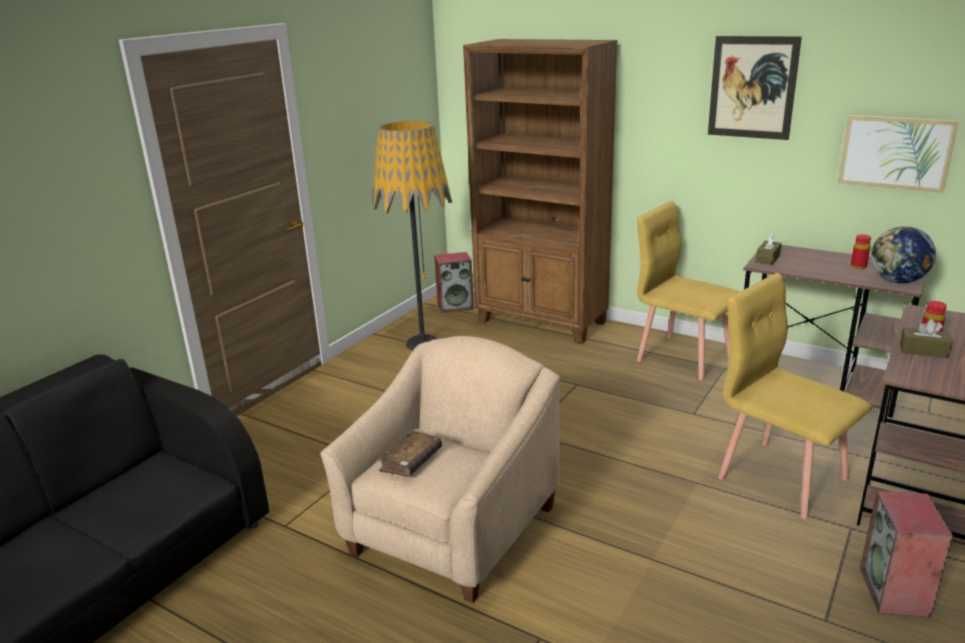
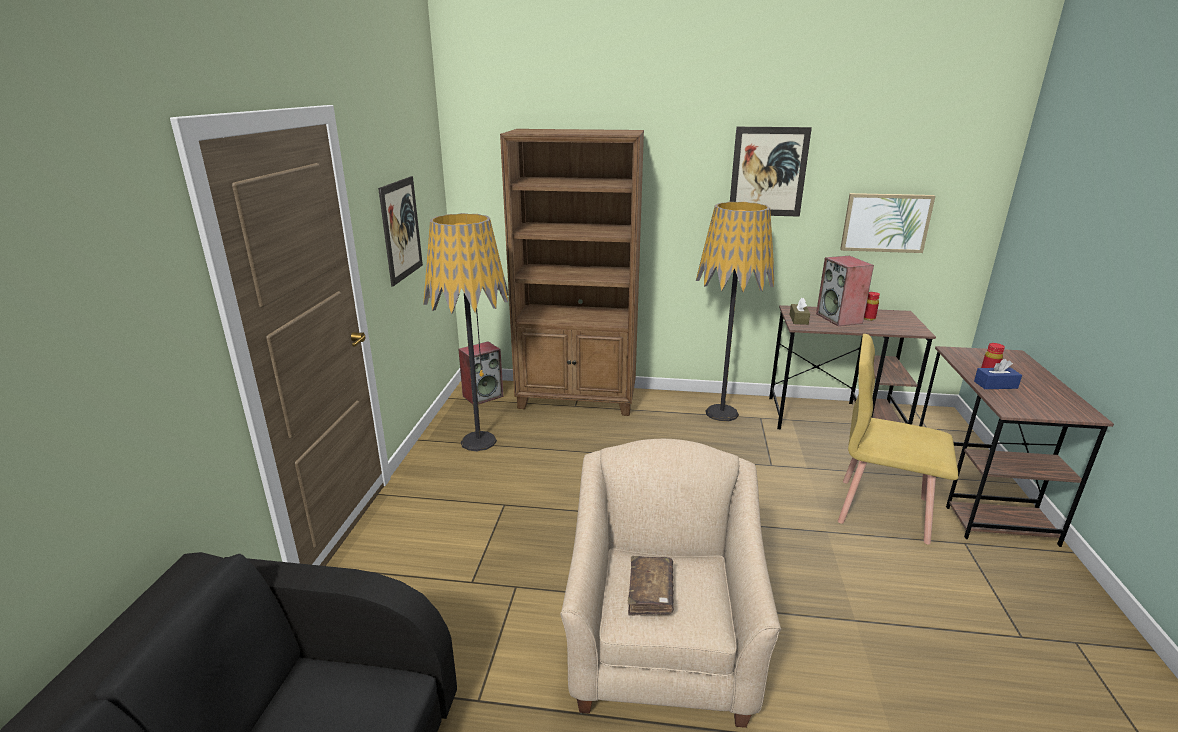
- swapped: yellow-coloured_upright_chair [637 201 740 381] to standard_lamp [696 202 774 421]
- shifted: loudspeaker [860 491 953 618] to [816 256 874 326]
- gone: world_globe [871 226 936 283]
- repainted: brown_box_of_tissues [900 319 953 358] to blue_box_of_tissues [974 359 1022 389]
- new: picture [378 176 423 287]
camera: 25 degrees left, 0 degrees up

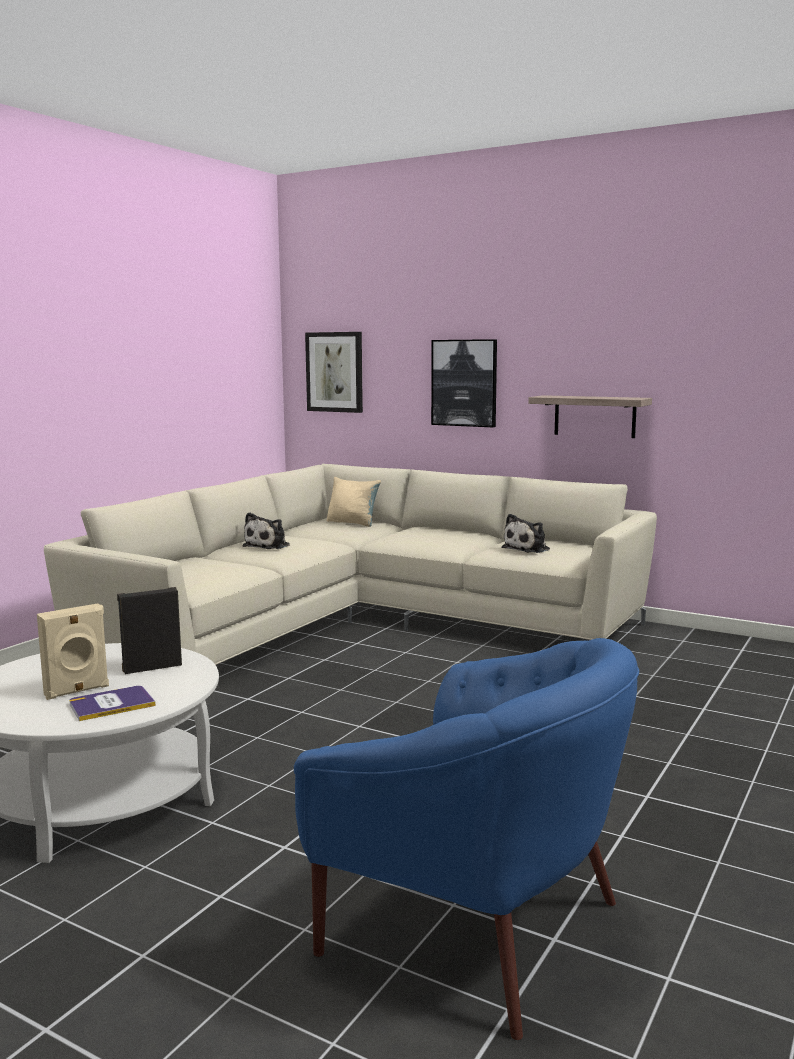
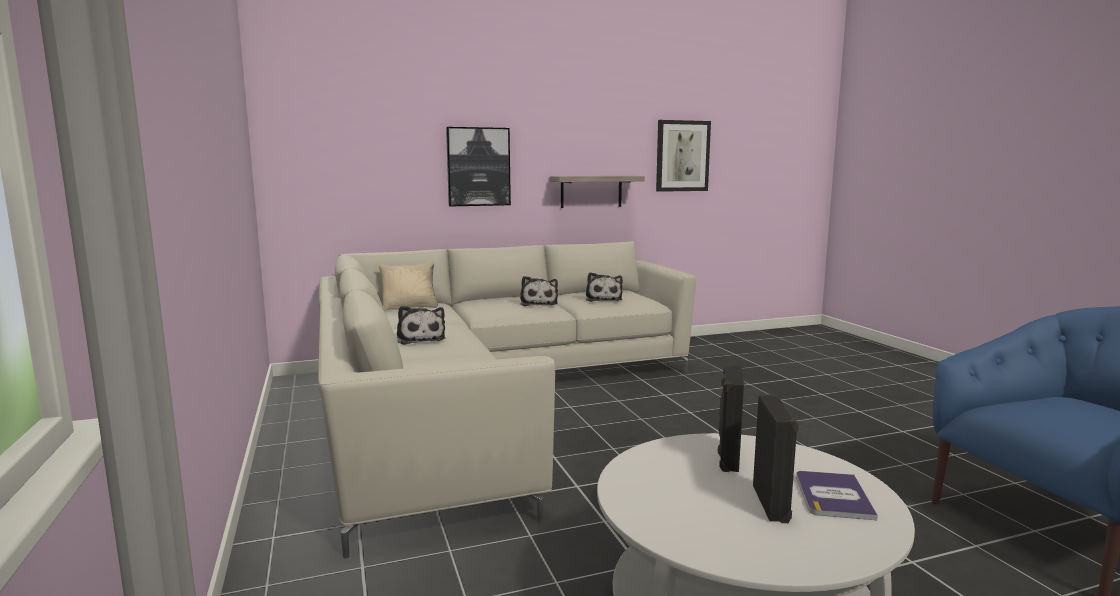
- repainted: beige_loudspeaker [37 603 109 700] to black-coloured_loudspeaker [753 394 799 523]
- shifted: picture [305 332 363 413] to [656 120 711 192]
- new: plush_toy [520 276 558 306]
camera: 50 degrees left, 0 degrees up

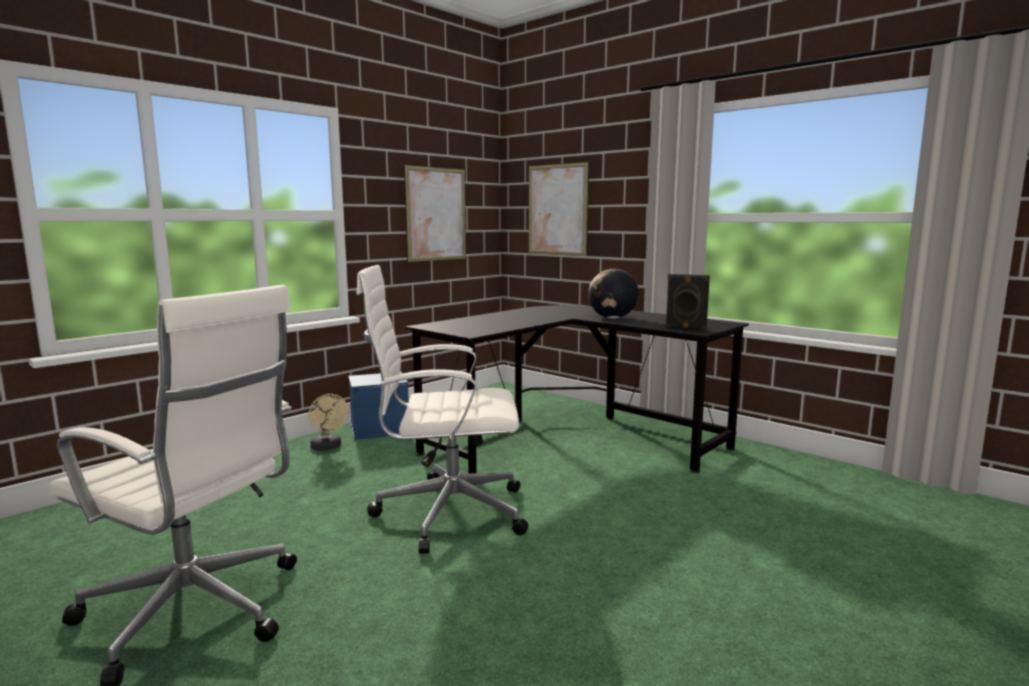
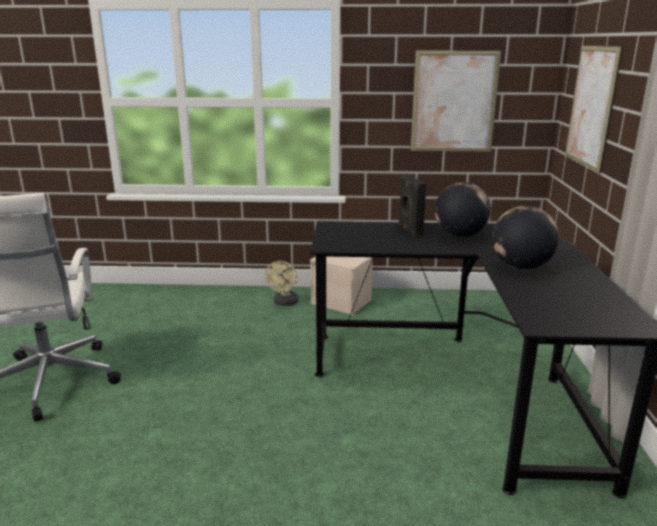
- repainted: blue_storage_box [348 372 409 440] to beige_storage_box [310 256 373 315]
- gone: whitish_desk_chair [356 265 528 554]
- shifted: black-coloured_loudspeaker [665 274 710 331] to [398 175 427 237]
- new: world_globe [435 182 491 237]
camera: 50 degrees right, 10 degrees up

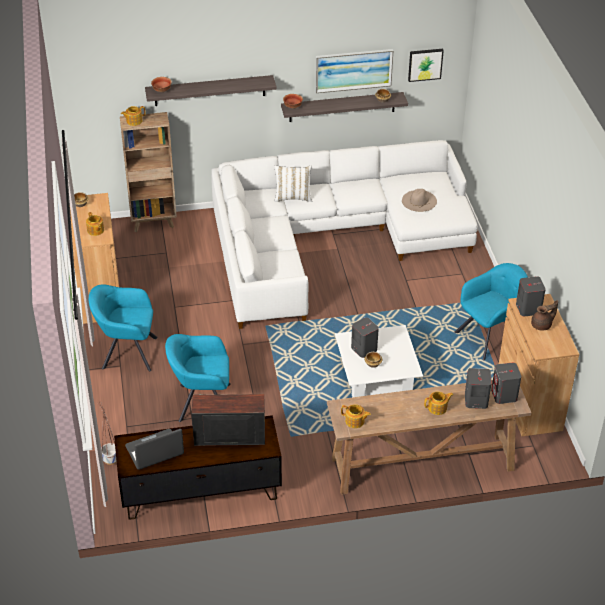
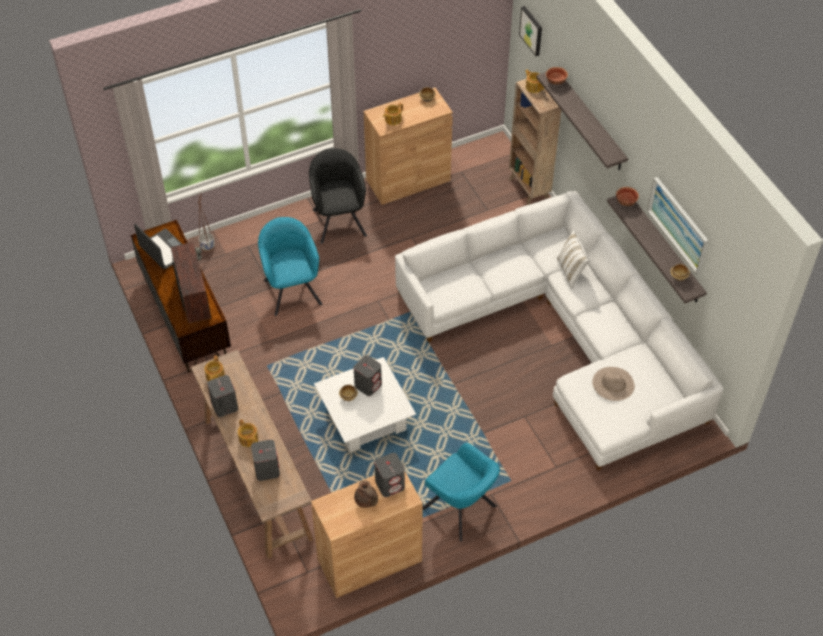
- repainted: turquoise-coloured_lounge_chair [89 284 158 371] to black-coloured_lounge_chair [309 148 367 244]
- shifted: picture [408 49 444 82] to [519 6 542 56]
- shifted: gray_loudspeaker [491 363 521 404] to [207 375 238 417]
camera: 75 degrees right, 10 degrees up

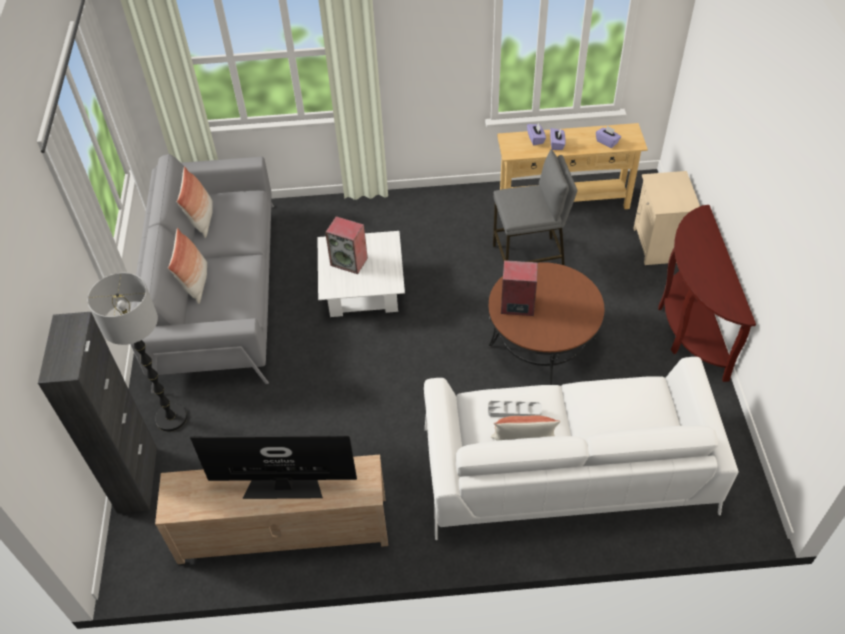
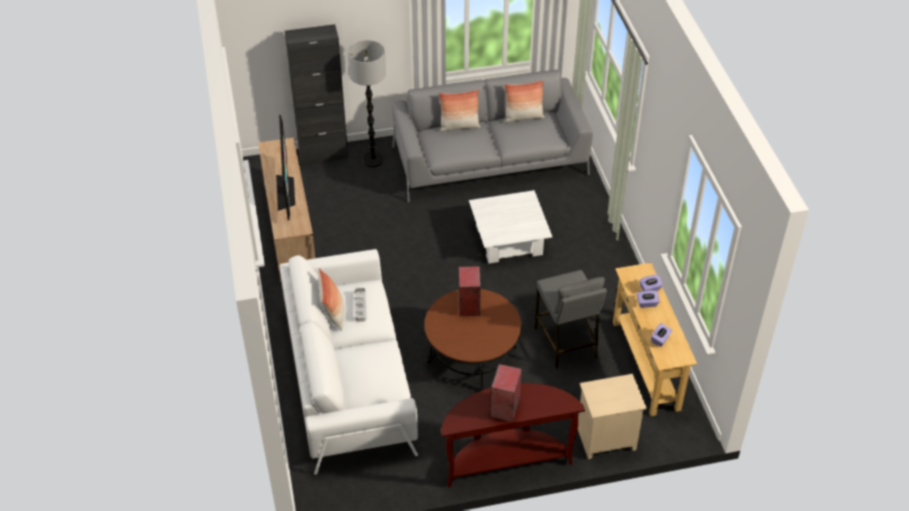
- shifted: loudspeaker [325 216 368 274] to [490 364 522 422]
camera: 80 degrees right, 5 degrees down

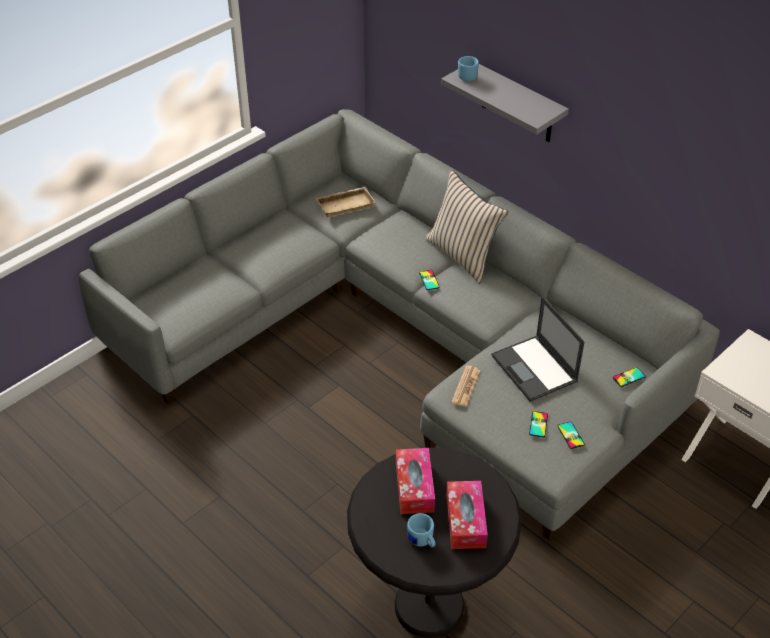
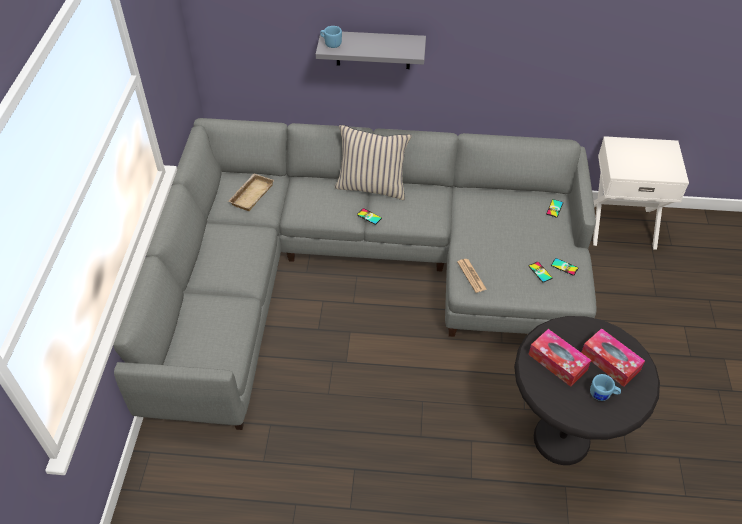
- gone: notebook_computer [492 297 585 402]
camera: 40 degrees left, 5 degrees up

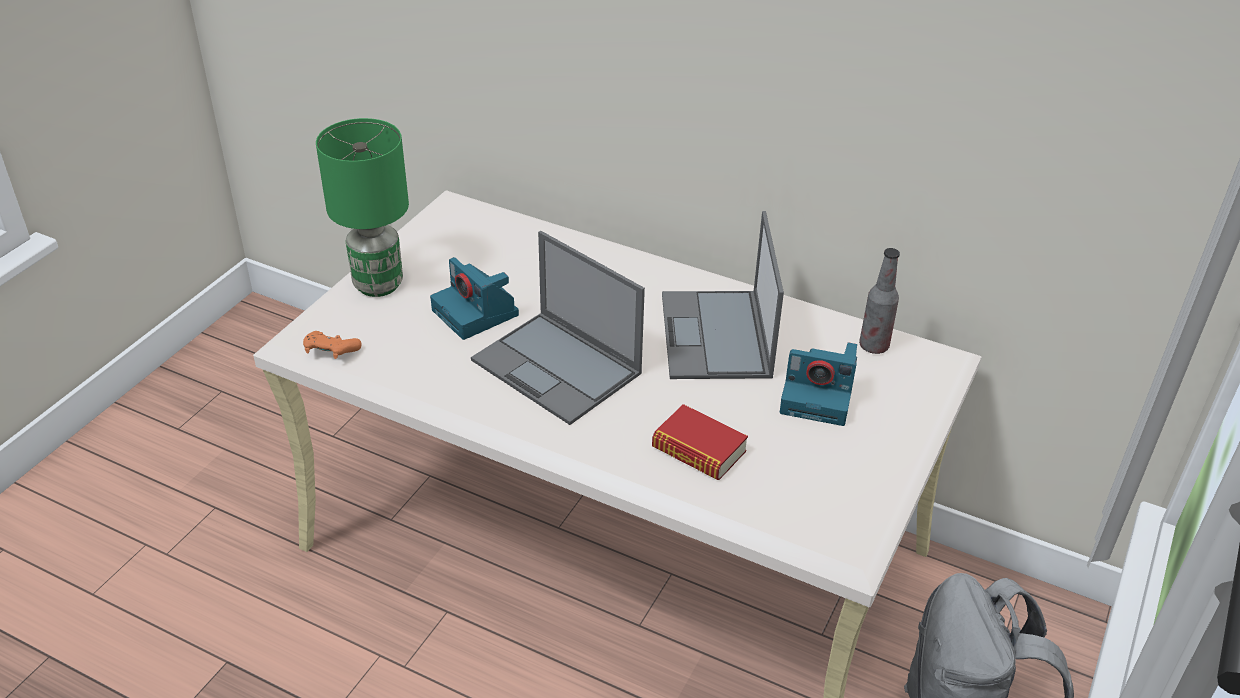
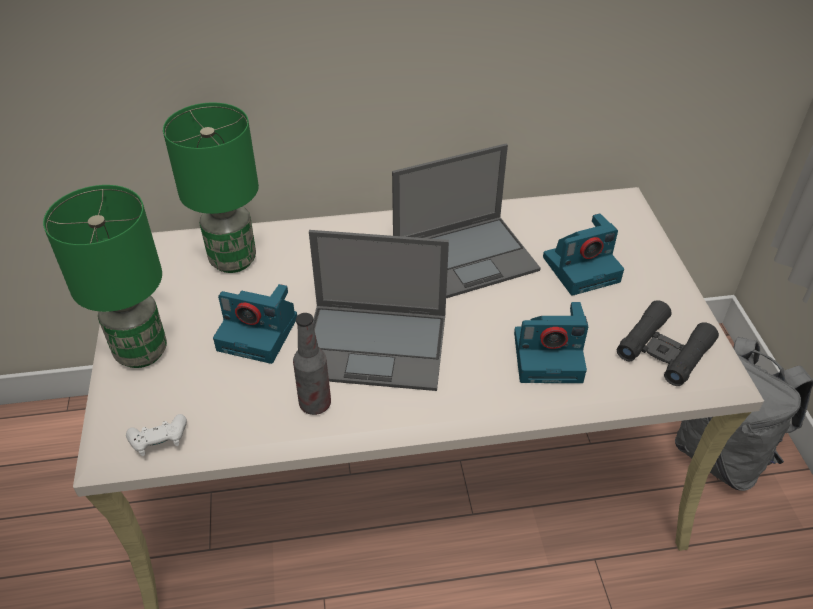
- repainted: orange_joypad [303 331 362 359] to whitish_joypad [126 414 187 456]
- swapped: volume [652 404 748 480] to still_camera [514 302 588 383]
- rotated: notebook_computer [662 211 784 379] = [392 144 541 298] 75 degrees counterclockwise
- shifted: beverage_bottle [859 248 900 354] to [293 313 331 415]
- new: green-coloured_tabletop_lamp [163 102 259 273]
- new: black-coloured_field_glasses [617 300 719 386]
camera: 35 degrees left, 5 degrees up

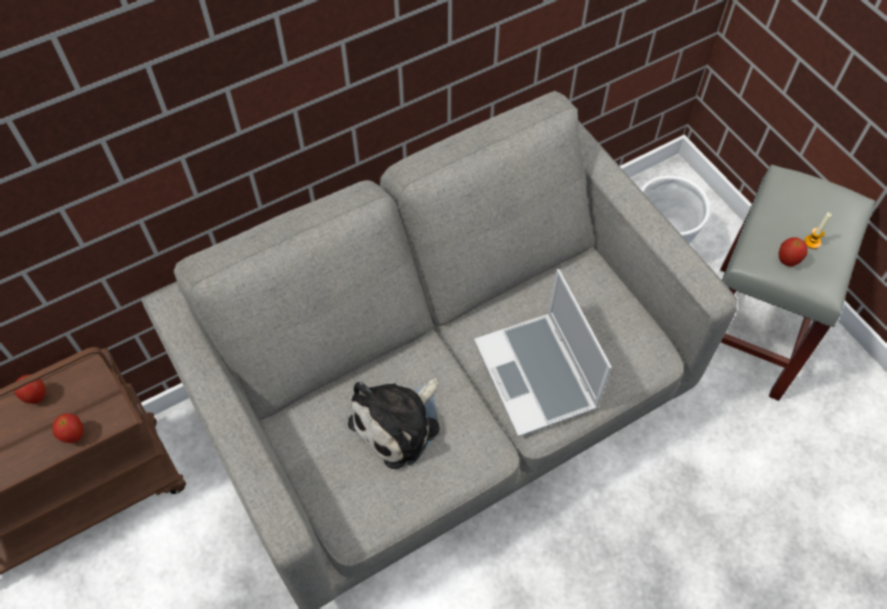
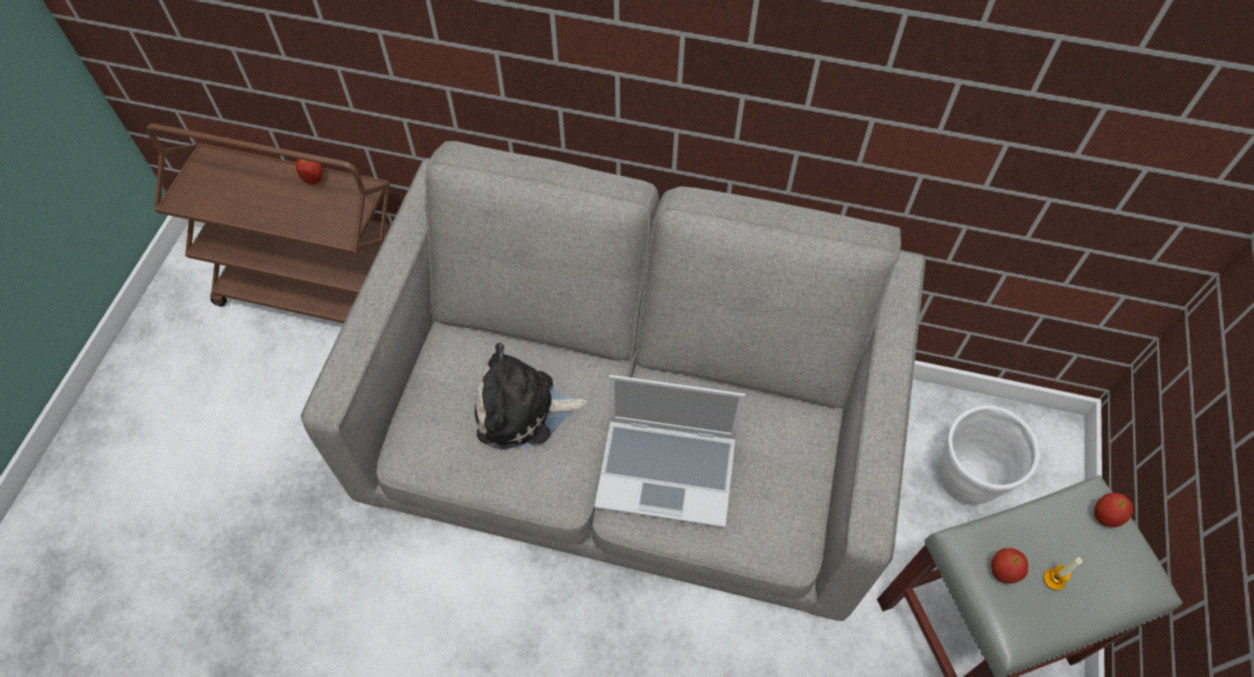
- shifted: apple [52 413 83 443] to [1094 493 1133 527]
- rotated: notebook_computer [474 269 612 437] = [594 375 745 528] 105 degrees counterclockwise
camera: 45 degrees right, 0 degrees up

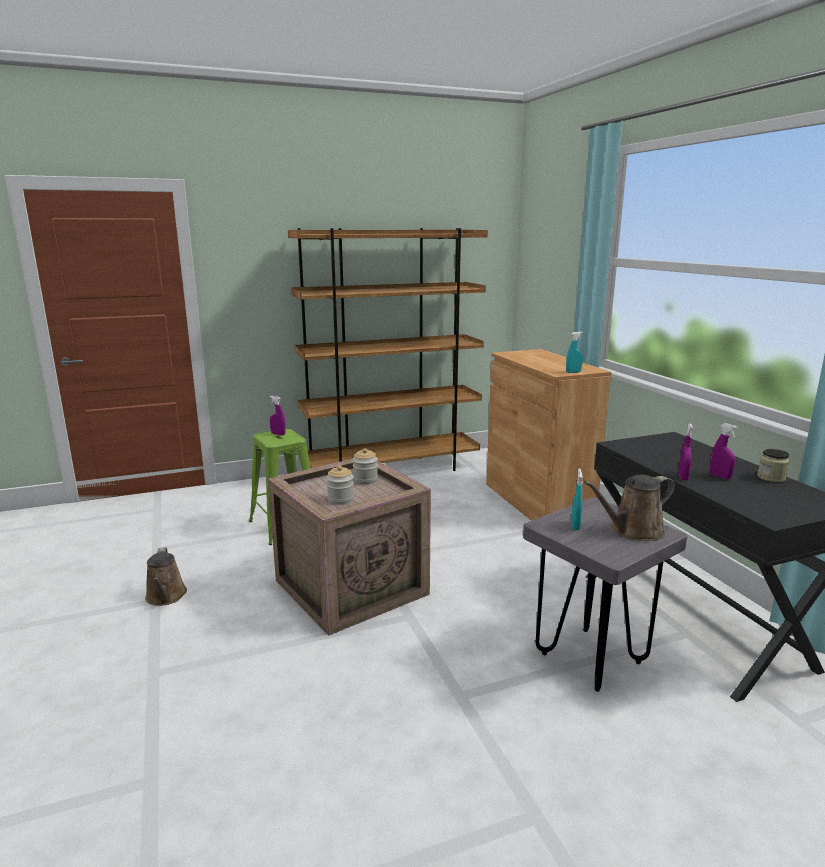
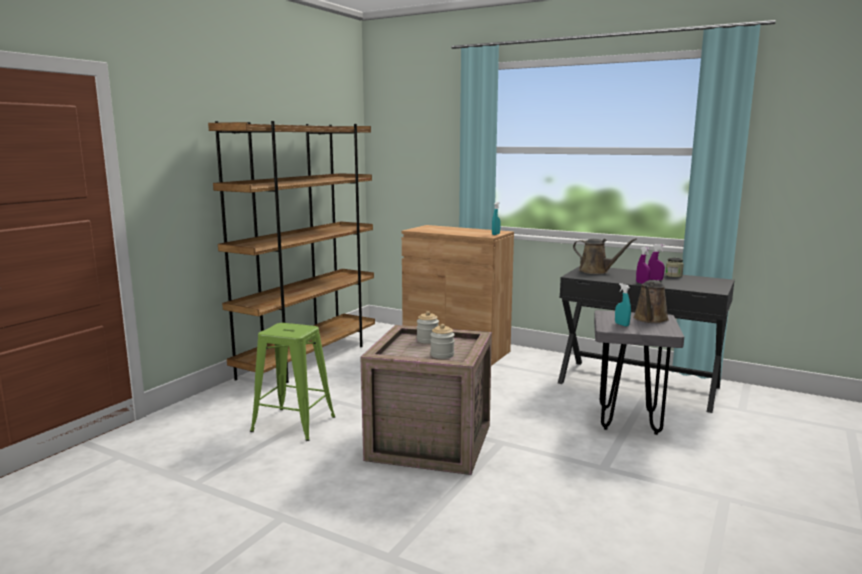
- shifted: brown_sprinkling_can [145 547 187 606] to [573 238 637 274]
- gone: purple-coloured_hand_sprayer [270 396 286 436]
camera: 40 degrees left, 5 degrees down

